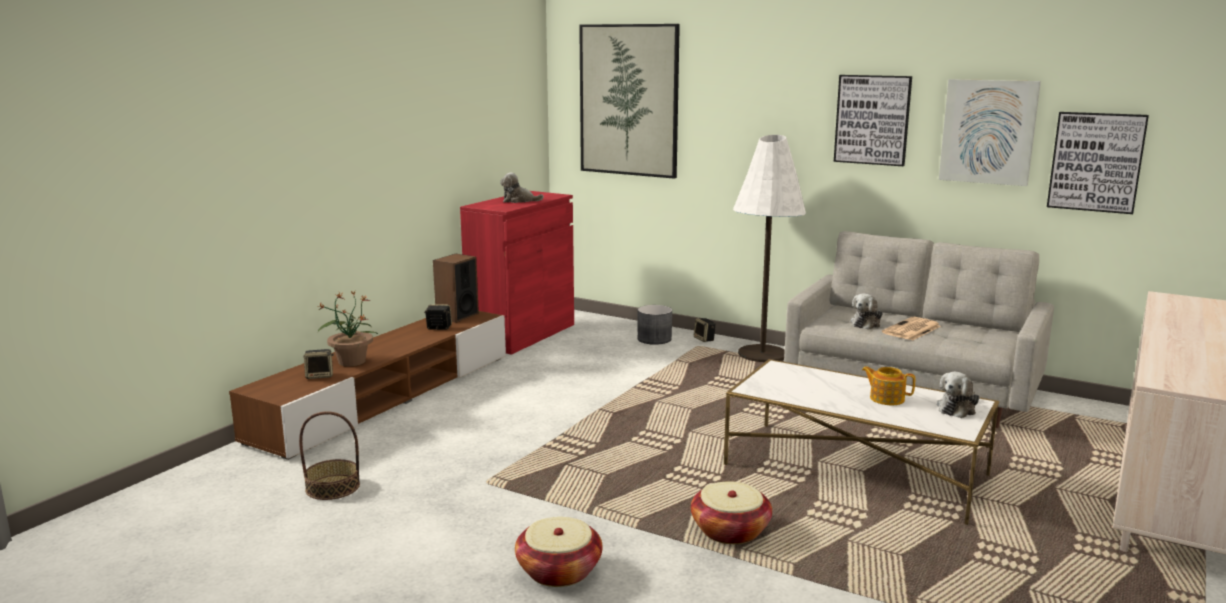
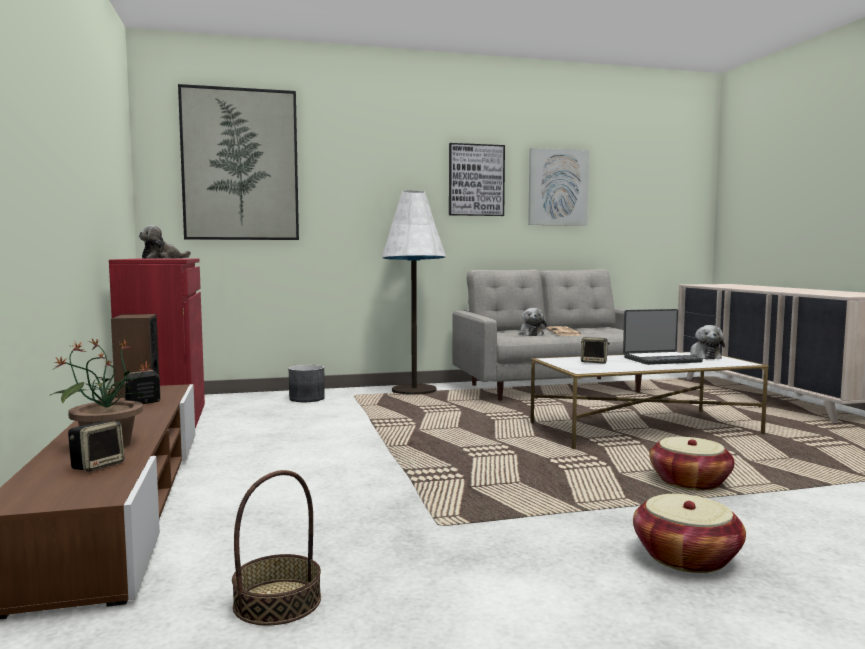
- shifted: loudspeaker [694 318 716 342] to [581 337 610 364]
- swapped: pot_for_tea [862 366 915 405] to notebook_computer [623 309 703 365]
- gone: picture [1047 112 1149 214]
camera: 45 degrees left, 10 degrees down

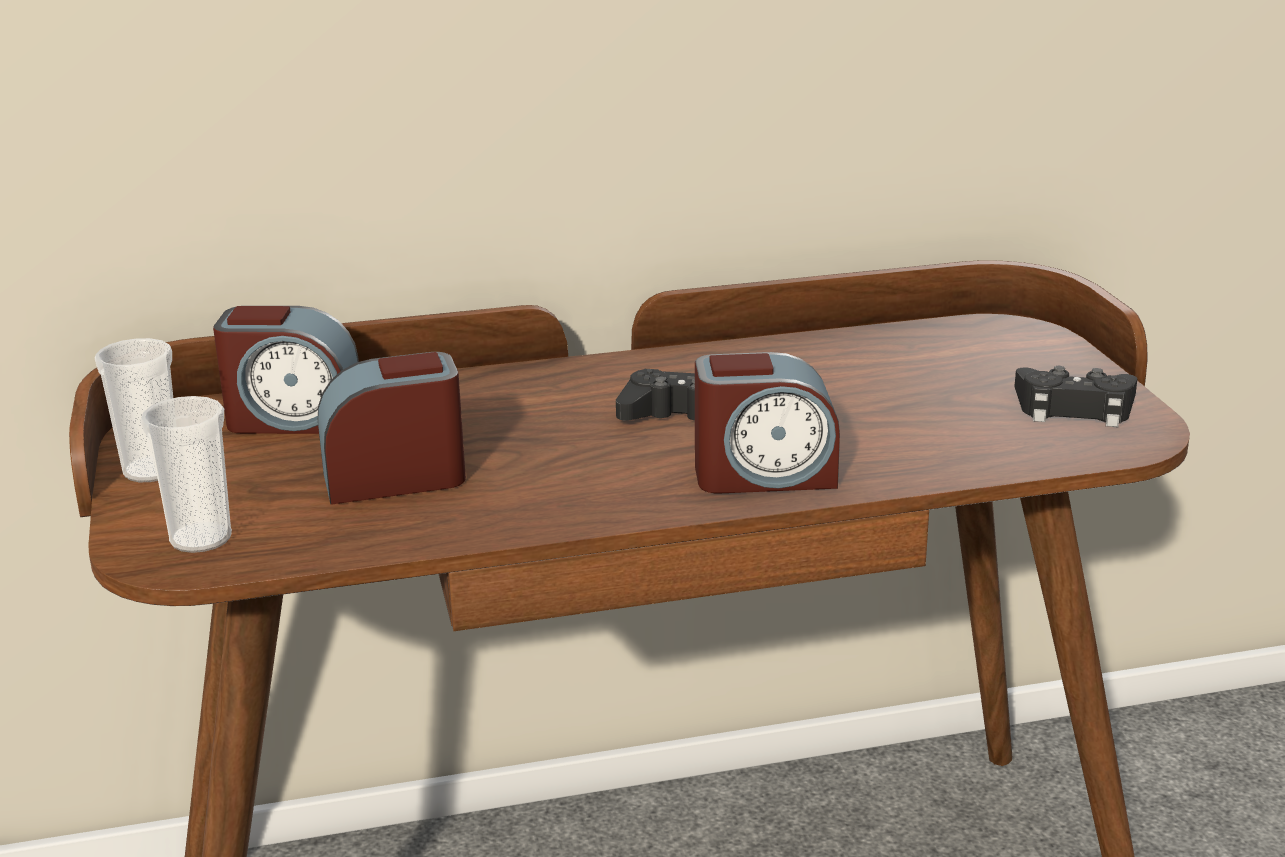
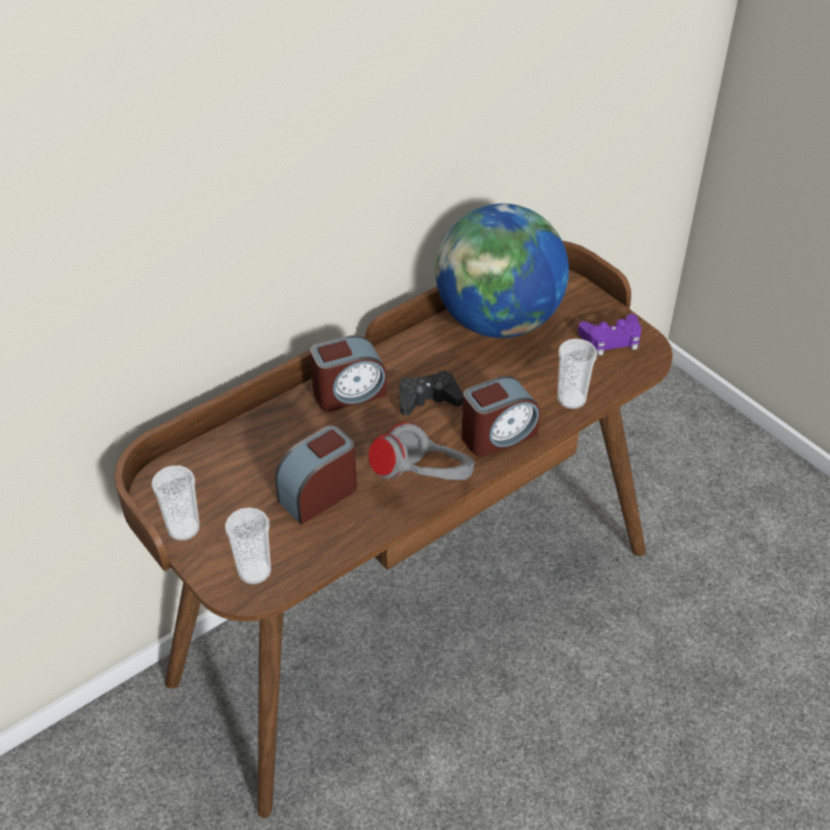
- shifted: bedside_clock [213 306 359 434] to [310 335 387 412]
- repainted: black-coloured_joypad [1014 366 1137 427] to purple-coloured_joypad [578 314 642 355]
- new: gray_headphones [368 422 475 480]
- new: world_globe [436 204 569 338]
- new: cup [557 339 597 409]
camera: 25 degrees left, 20 degrees up

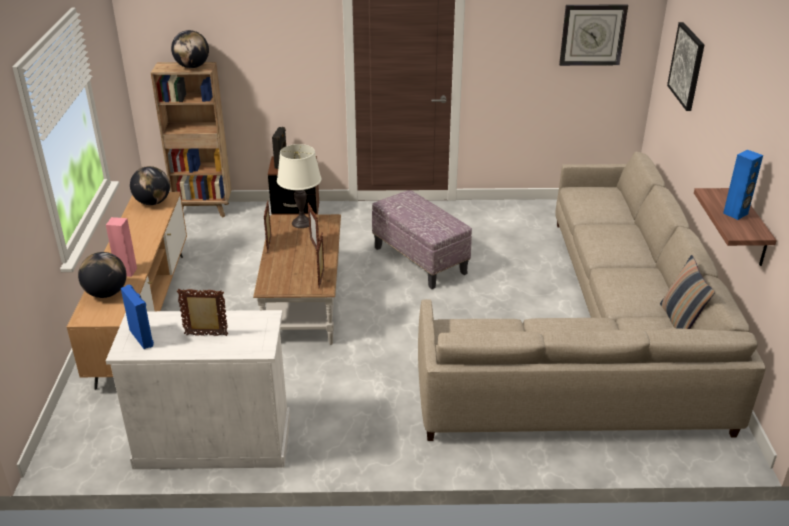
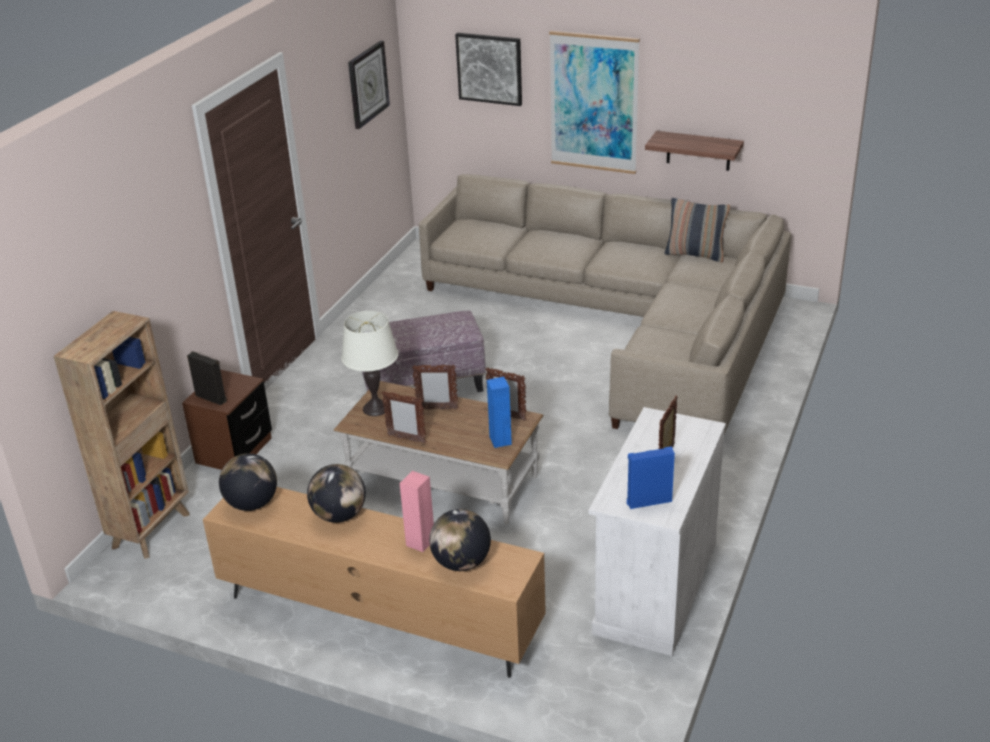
- shifted: world_globe [171 30 209 68] to [307 464 366 523]
- shifted: blue_loudspeaker [723 150 763 220] to [487 377 512 448]
- new: picture [549 31 640 174]
camera: 65 degrees left, 0 degrees up

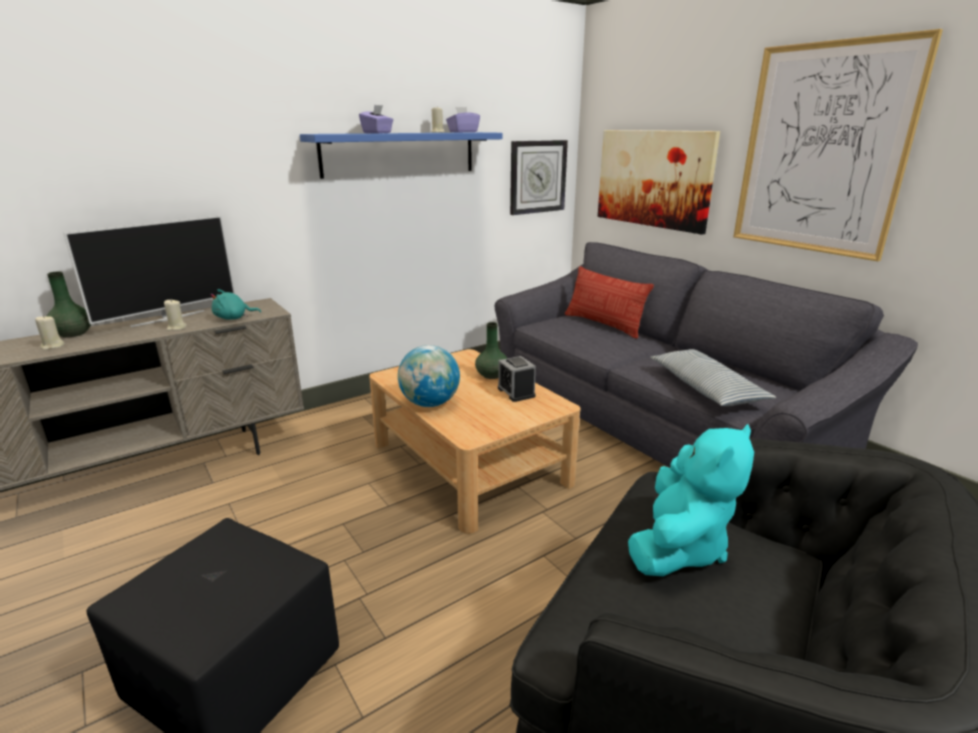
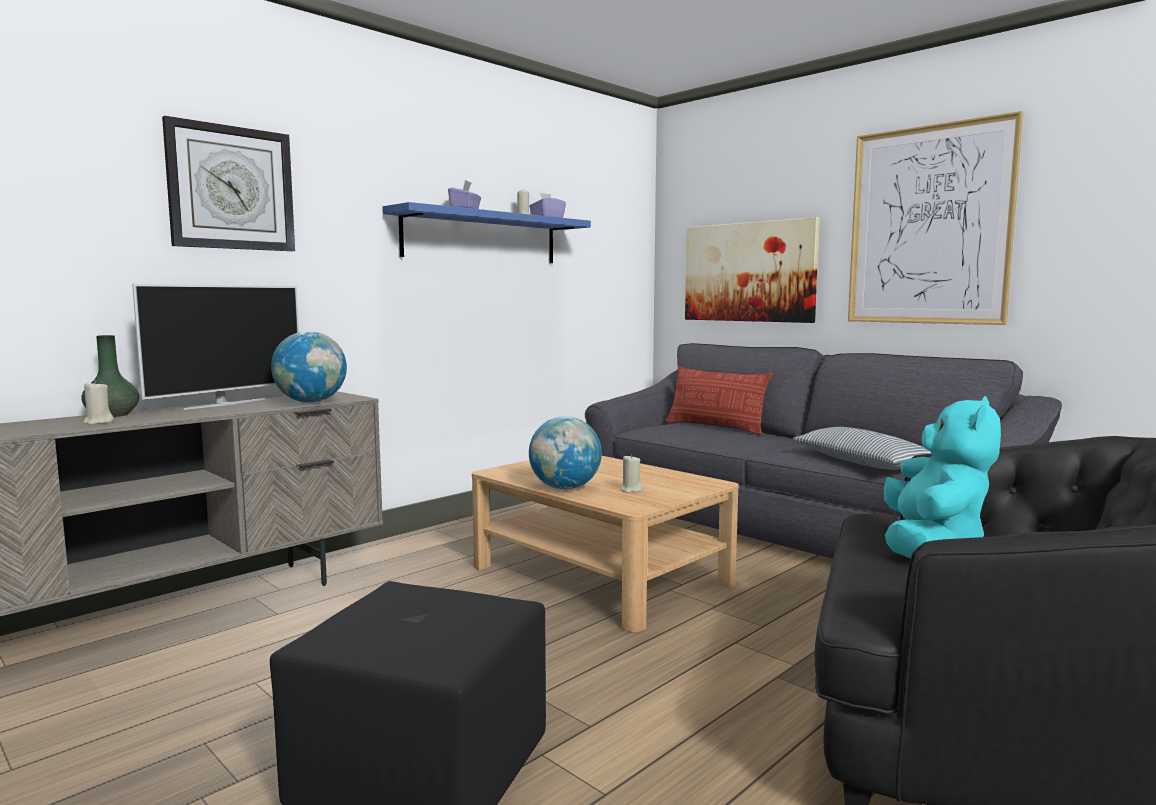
- shifted: beige_wax_candle [164 299 187 331] to [620 454 643 493]
- swapped: turquoise-coloured_plush_toy [210 289 261 320] to world_globe [271 331 347 403]
- gone: green-coloured_vase [475 322 508 379]
- gone: bedside_clock [498 356 536 402]
- shifted: clock_on_the_wall [510 140 568 215] to [162 116 295 251]
camera: 10 degrees left, 15 degrees down

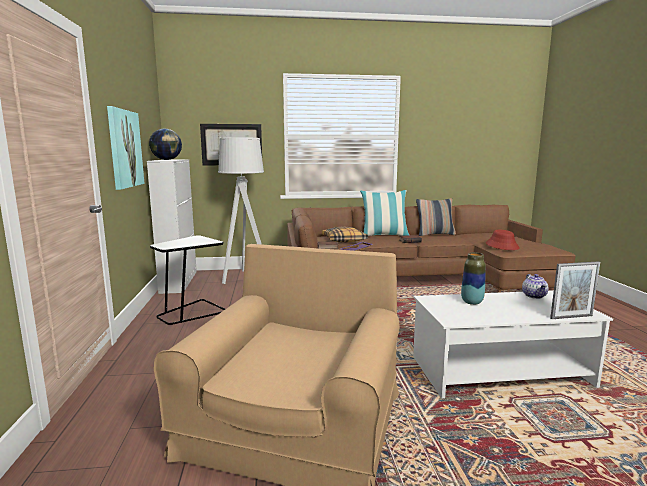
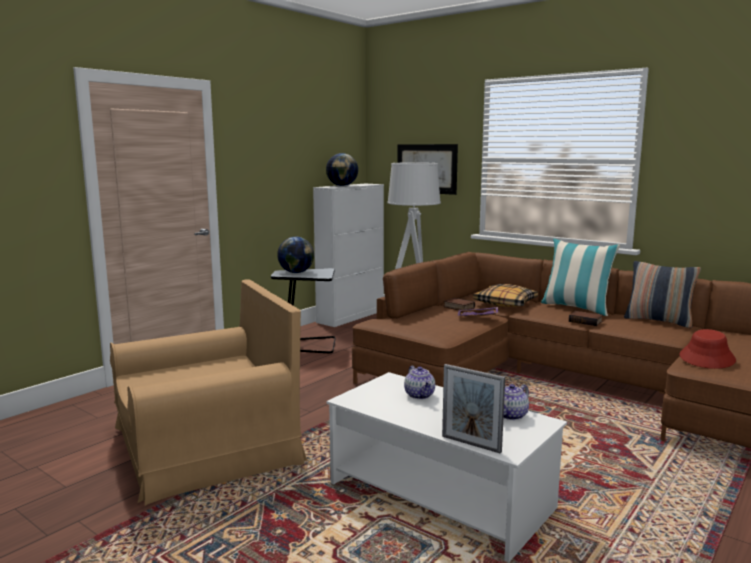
- gone: picture [107 106 145 190]
- swapped: vase [461 252 486 305] to pot_for_tea [404 365 435 399]
- new: world_globe [277 237 314 273]
camera: 45 degrees right, 0 degrees up

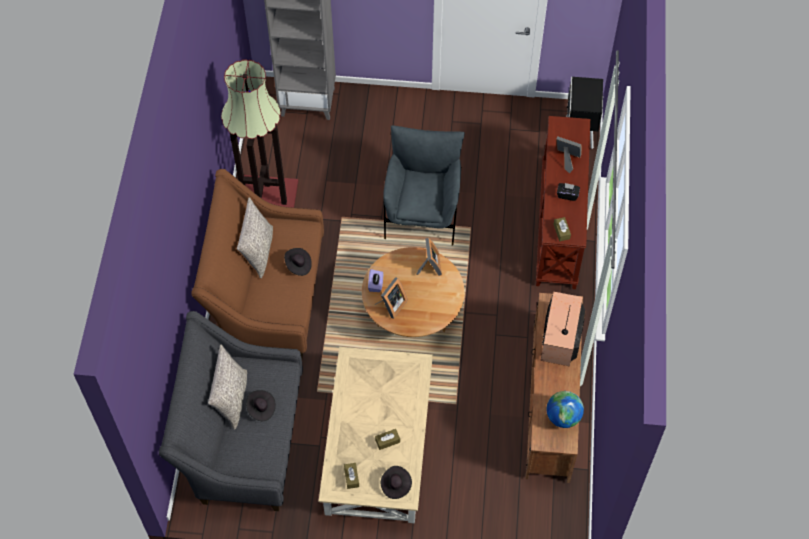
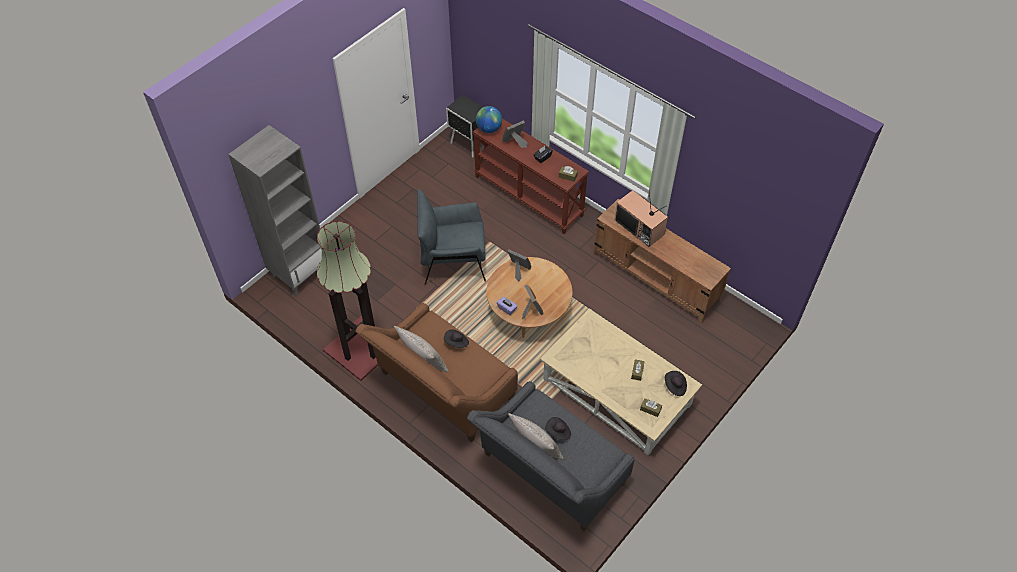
- rotated: gray_lounge_chair [383 125 465 246] = [417 189 486 285] 45 degrees counterclockwise
- shifted: world_globe [547 391 584 428] to [476 106 502 133]
camera: 55 degrees left, 5 degrees down

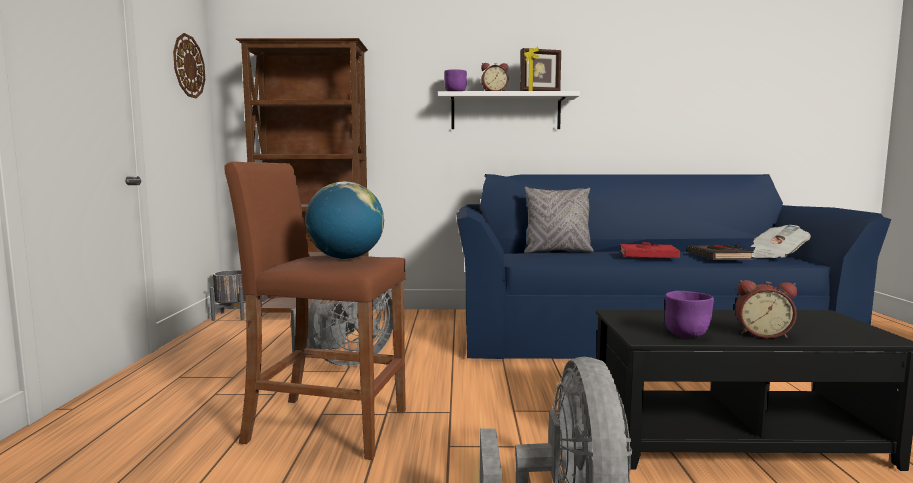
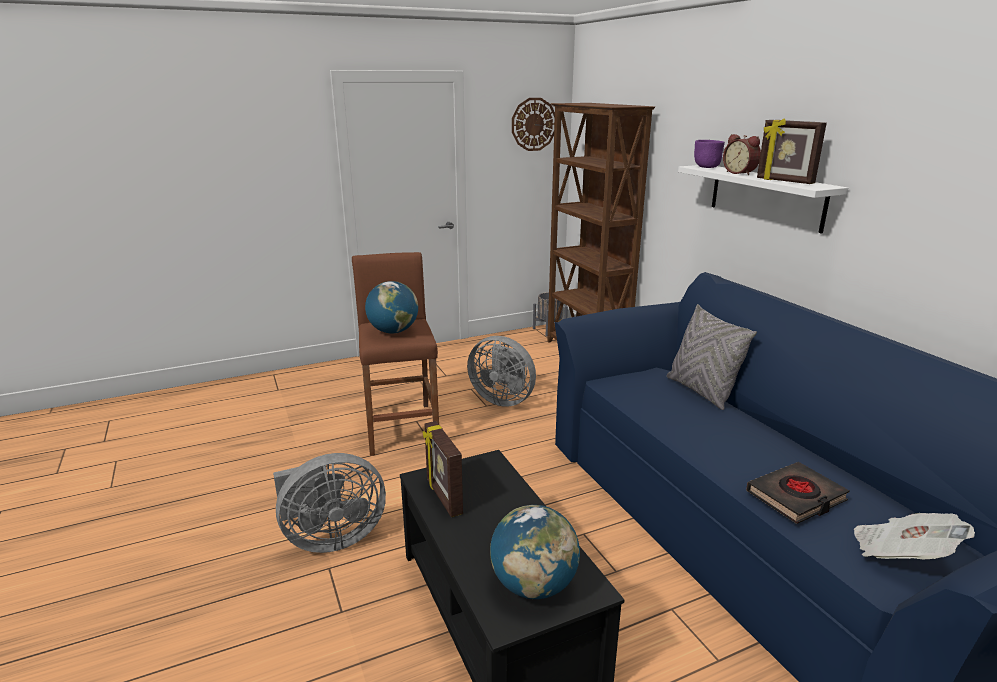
- gone: red-coloured_volume [620 242 680 258]
- swapped: purple-coloured_bowl [665 291 714 338] to picture_frame [423 421 463 517]
- gone: bedside_clock [735 280 797 338]
- new: world_globe [490 505 580 599]
camera: 65 degrees right, 15 degrees up

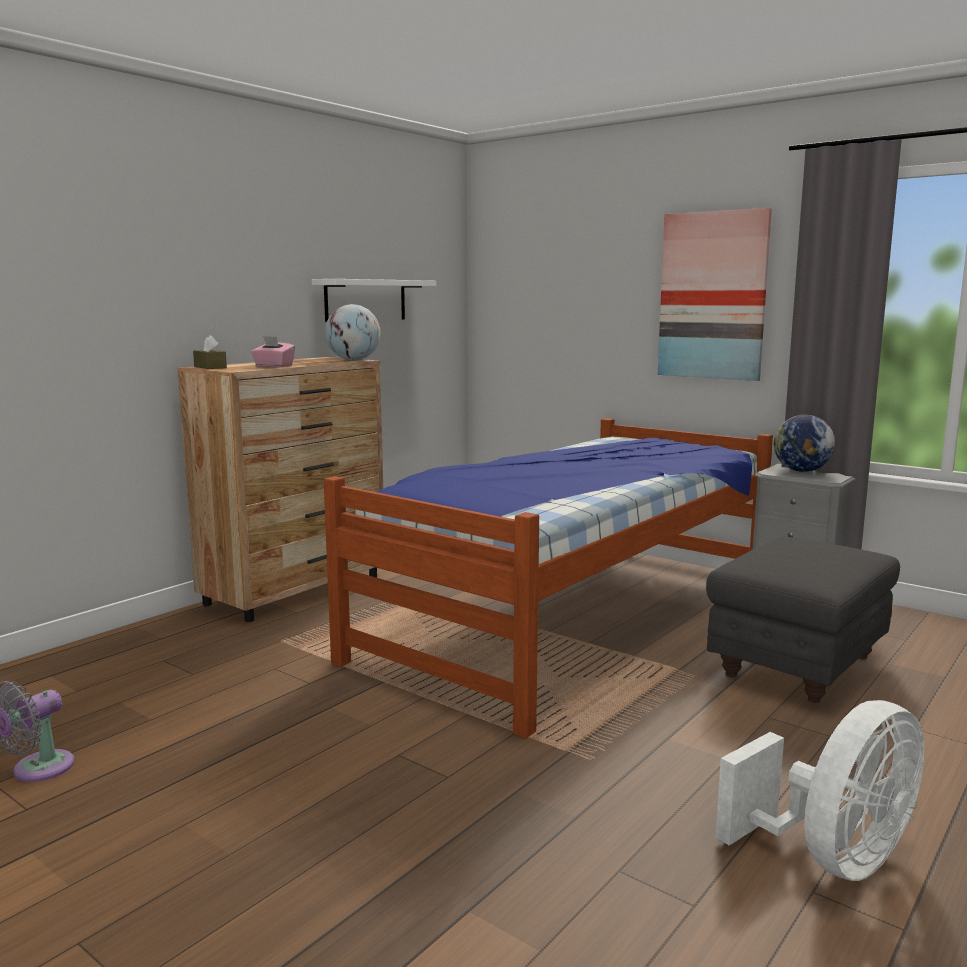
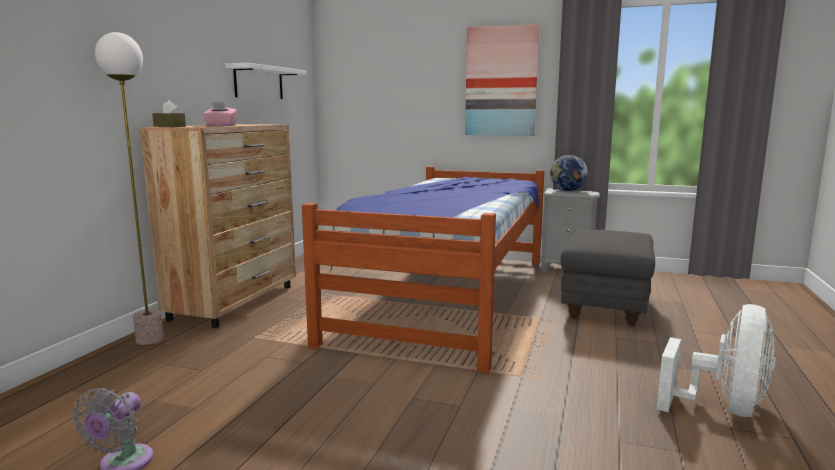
- gone: world_globe [325 304 380 360]
- new: standard_lamp [95 32 164 345]
camera: 20 degrees left, 0 degrees up

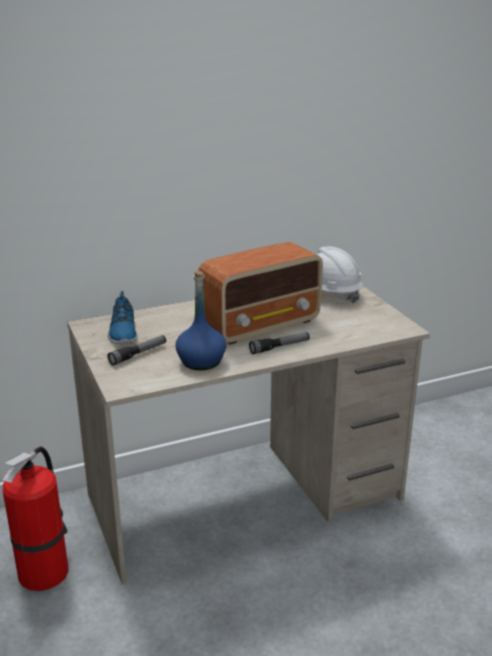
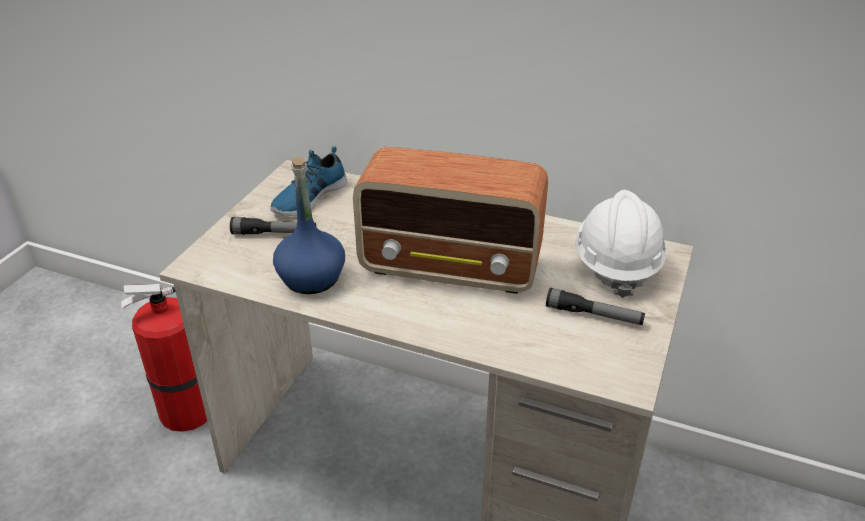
- shifted: flashlight [249 332 310 354] to [546 288 645 325]
camera: 45 degrees right, 10 degrees up

